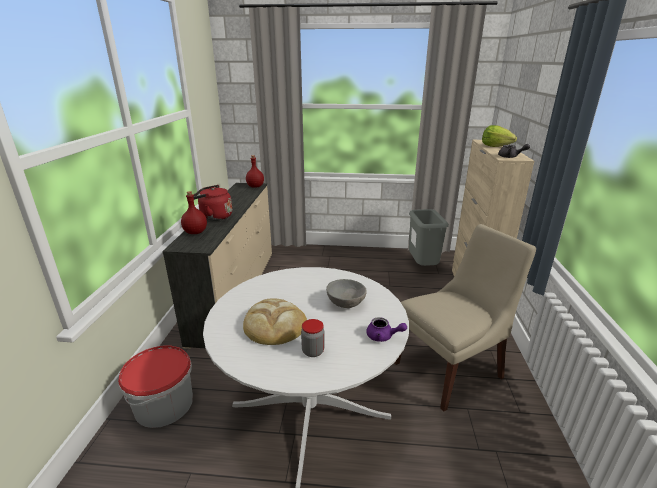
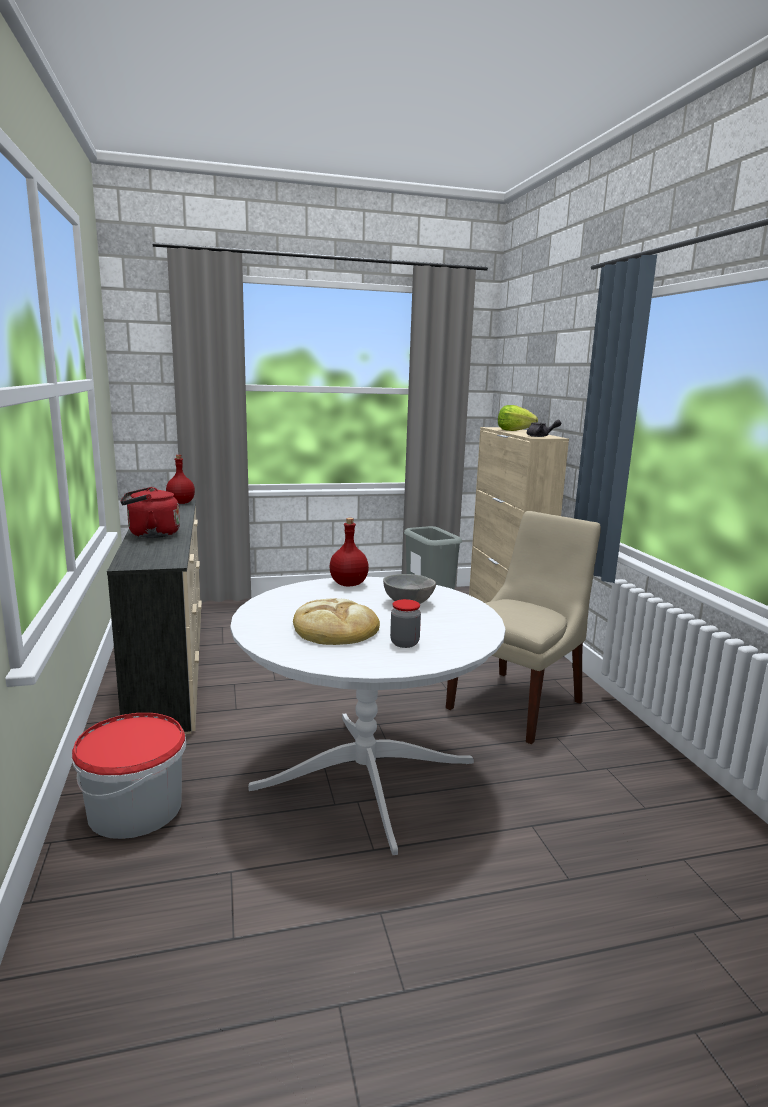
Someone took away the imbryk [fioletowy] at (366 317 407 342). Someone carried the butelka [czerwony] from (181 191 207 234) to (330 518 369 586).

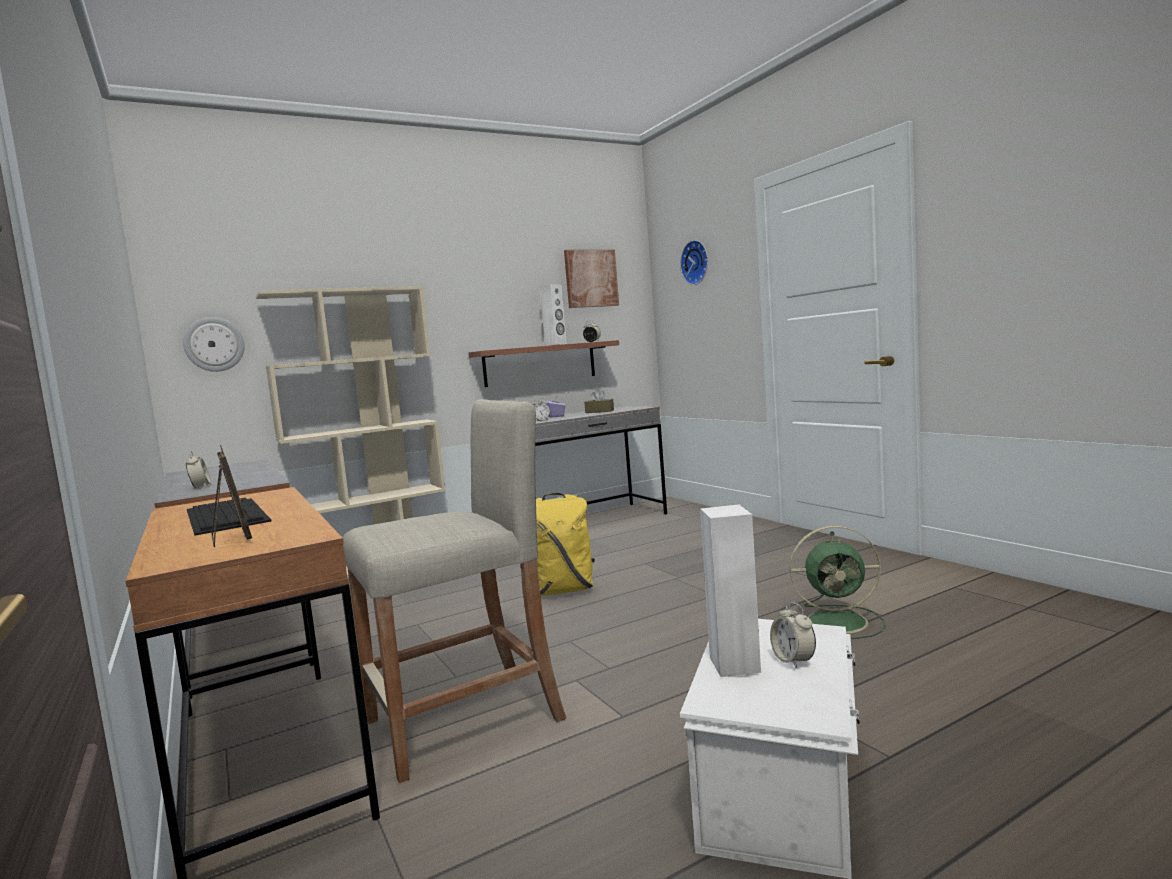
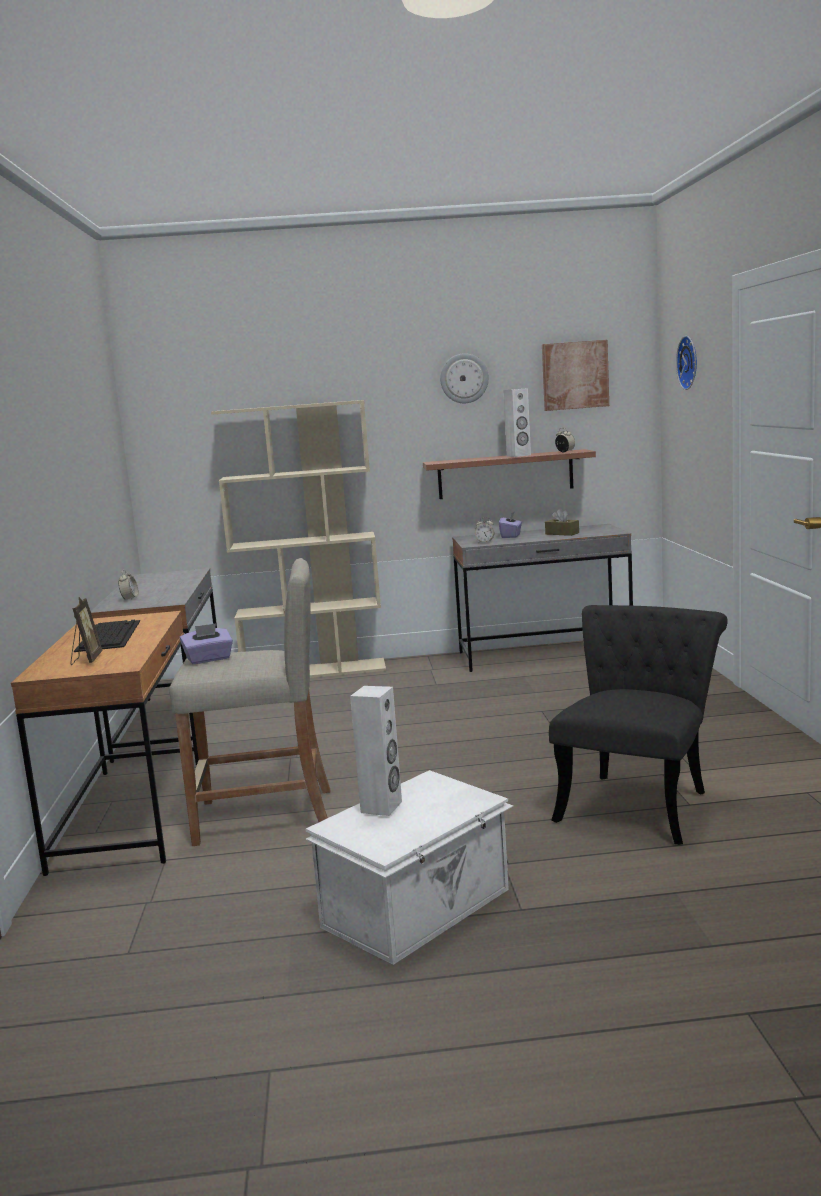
Someone took away the plecak [żółty] at (536 493 595 596). Someone took away the budzik at (770 602 816 668). Someone put down the pudełko chusteczek [fioletowy] at (180 623 233 664). Someone carried the zegar ścienny from (183 317 245 372) to (440 353 489 403). Someone swapped the wentylator [zielony] at (789 526 885 639) for the krzesło [czarny] at (549 605 728 845).

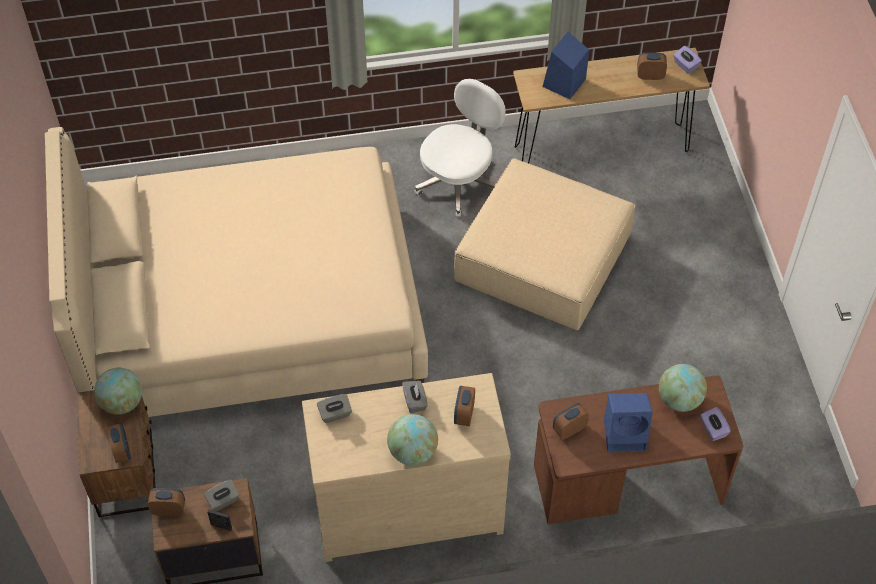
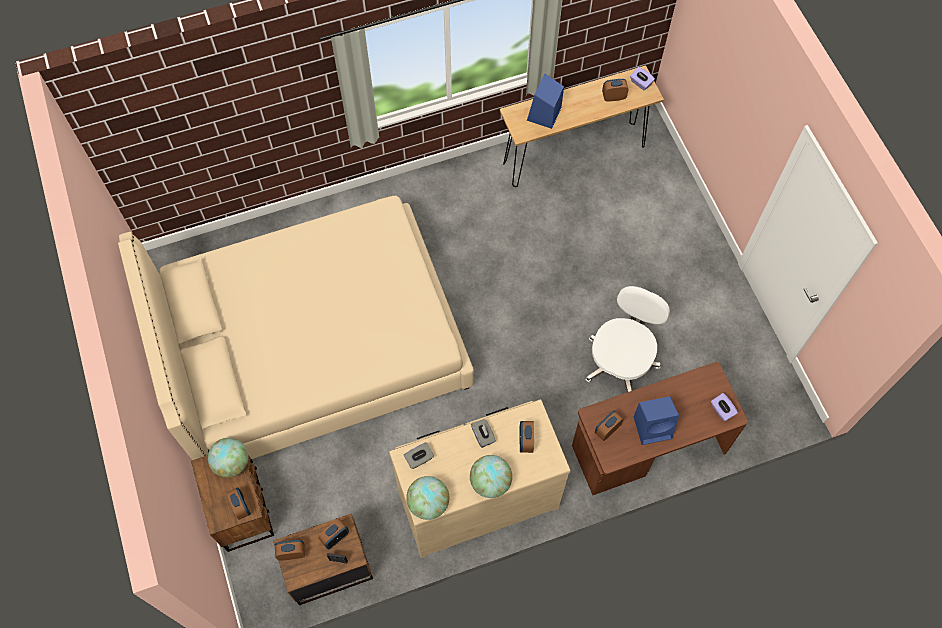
Someone took away the pufa [beżowy] at (454 158 635 330). Someone carried the krzesło biurowe [biały] from (414 79 506 217) to (586 286 670 392). Someone carried the globus from (659 364 707 412) to (406 476 449 520). Someone swapped the pudełko chusteczek [szary] at (204 480 240 511) for the budzik at (318 519 349 549).

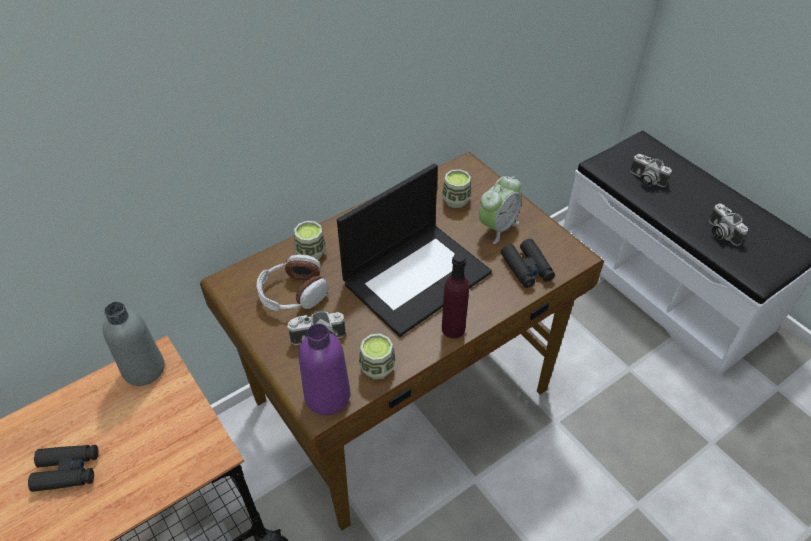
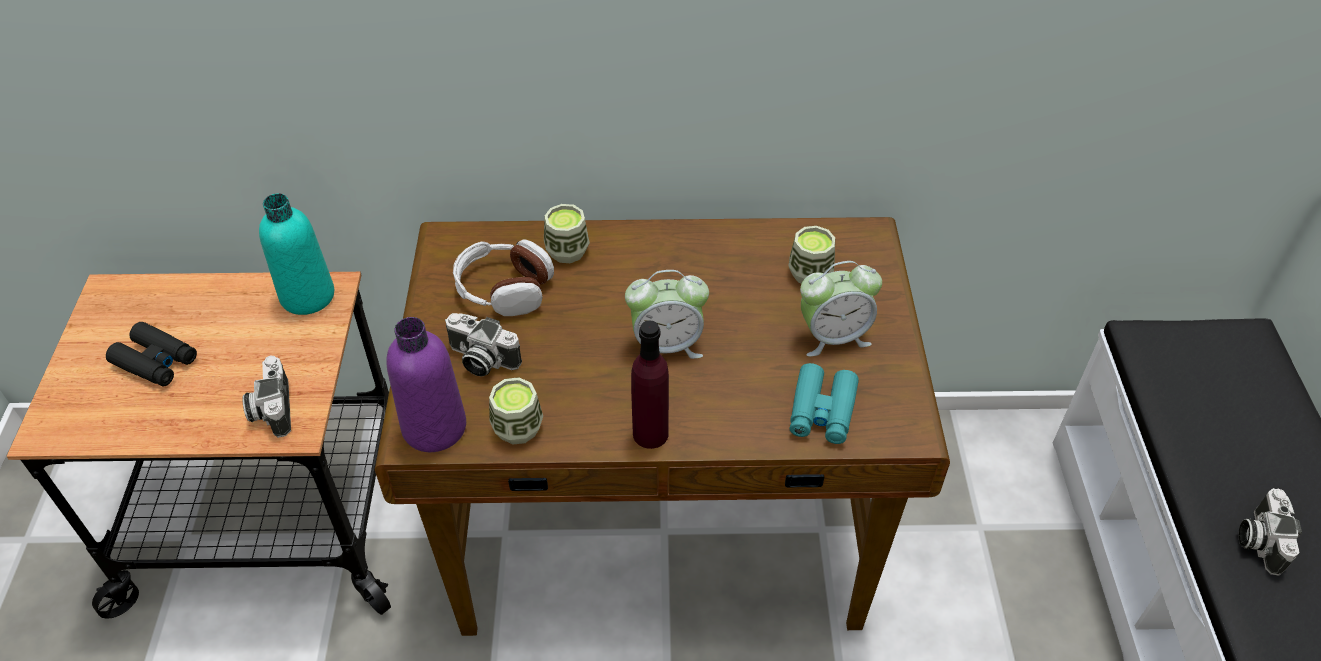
Someone carried the aparat fotograficzny from (630 154 672 187) to (242 356 291 438). Someone swapped the laptop at (337 164 492 337) for the budzik at (625 270 709 359). Someone repainted the butelka [szary] at (103 302 164 386), which became the butelka [turkusowy] at (259 193 334 315). Someone repainted the lornetka [czarny] at (501 239 555 288), which became the lornetka [turkusowy] at (790 363 859 444).

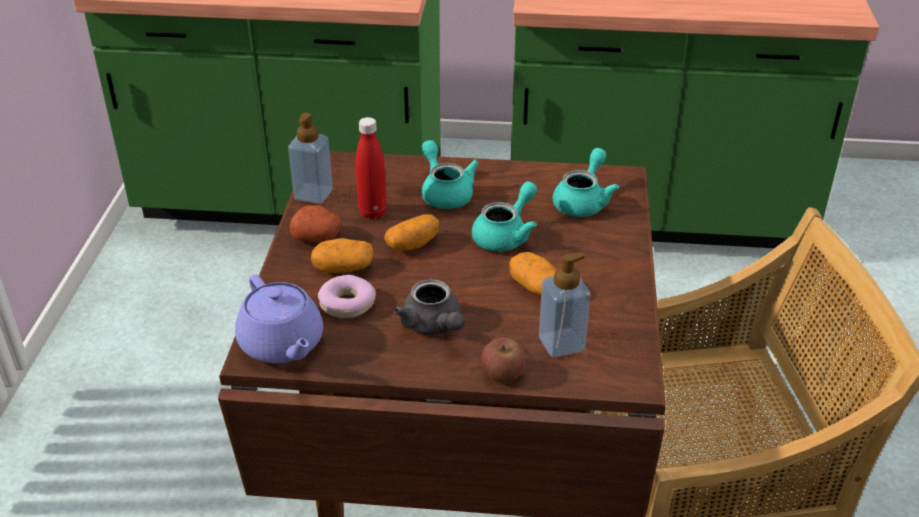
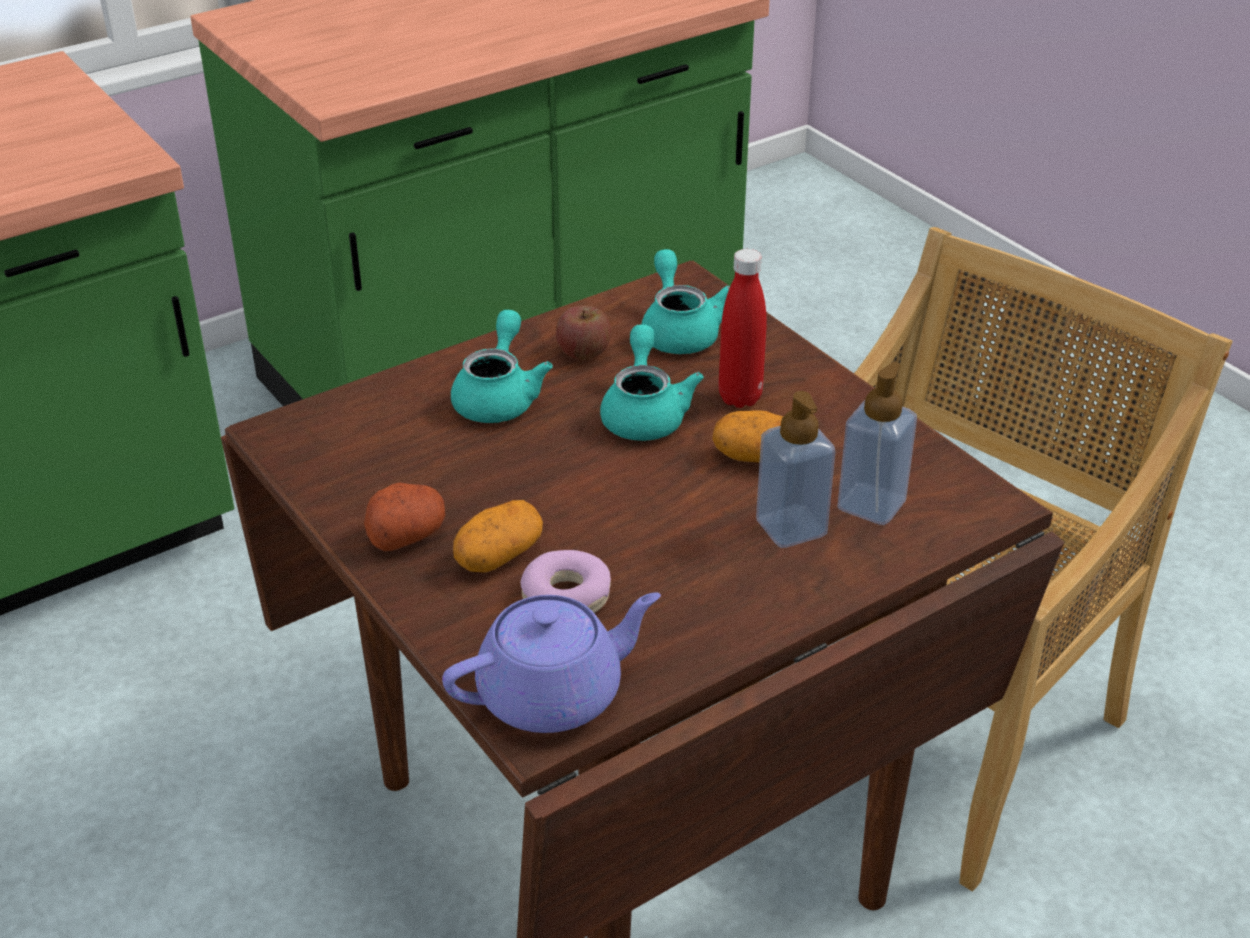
Someone took away the ziemniak at (384 214 439 251). Someone took away the imbryk [szary] at (394 279 465 335). Someone carried the dozownik mydła from (288 113 333 204) to (756 391 835 548). Someone carried the butelka [czerwony] from (356 117 387 219) to (719 249 767 408). Someone carried the jabłko from (481 338 526 382) to (556 305 611 360). Someone rotated the imbryk [fioletowy] at (235 275 323 364) by 45 degrees counterclockwise. Someone rotated the imbryk [turkusowy] at (421 140 479 209) by 75 degrees clockwise.

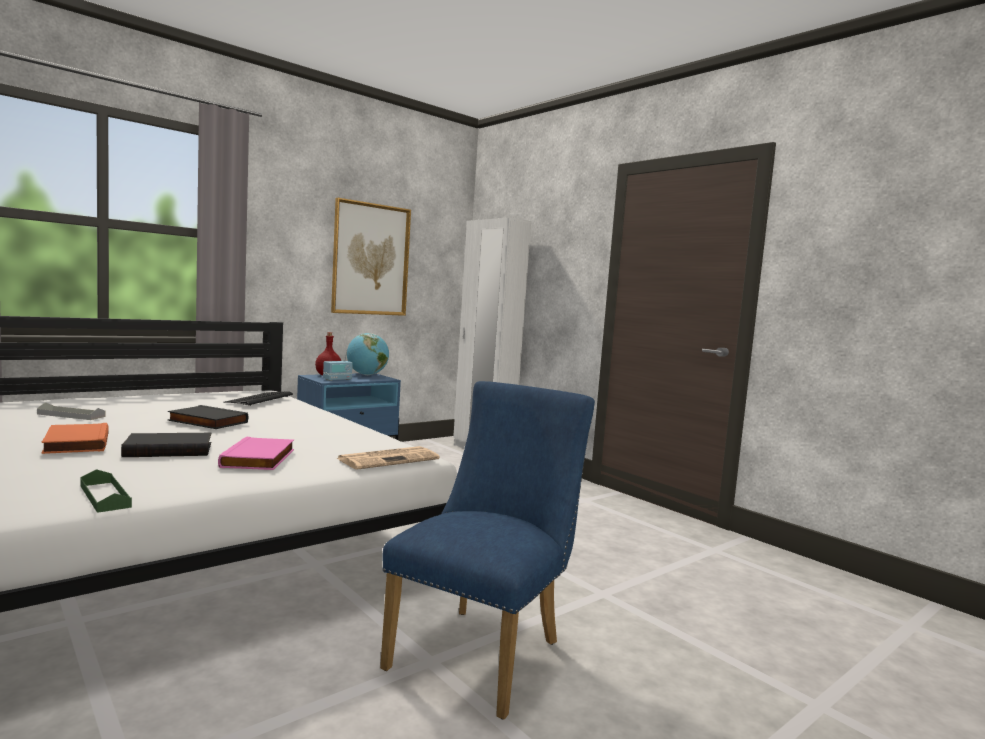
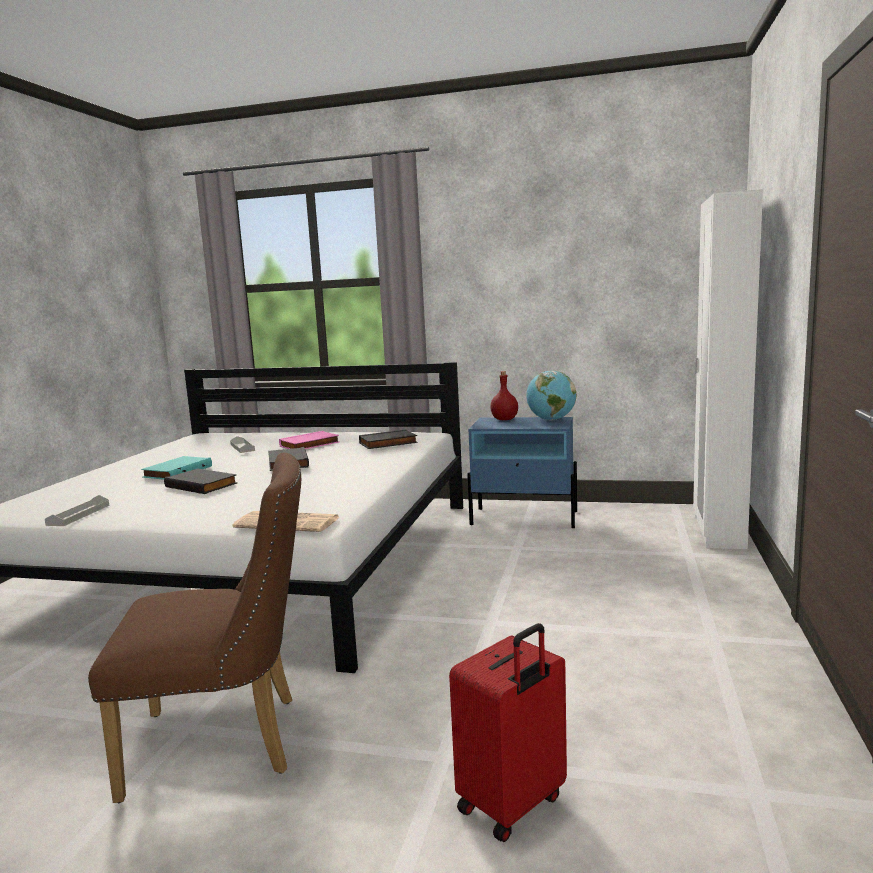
Someone took away the radio at (323 351 353 381). Someone took away the obraz at (331 198 411 316). Someone put down the walizka [czerwony] at (449 623 567 842). Someone carried the książka [różowy] from (218 436 294 470) to (279 431 339 449). Someone swapped the klawiatura at (223 391 293 406) for the książka [czarny] at (359 429 418 449). Someone repainted the książka [pomarańczowy] at (42 423 109 454), which became the książka [turkusowy] at (141 456 212 480). Someone repainted the taca [zielony] at (80 469 132 513), which became the taca [szary] at (45 495 109 526). Someone repainted the krzesło [niebieski] at (380 381 595 720), which became the krzesło [brązowy] at (88 452 301 803).

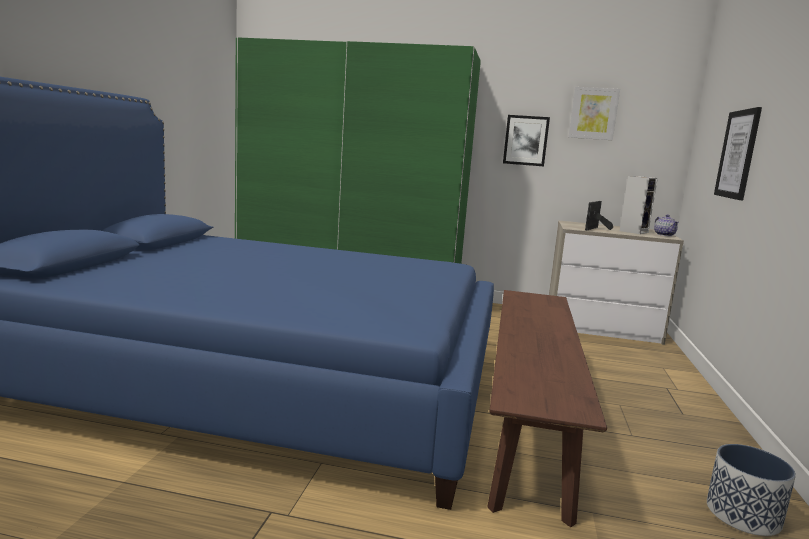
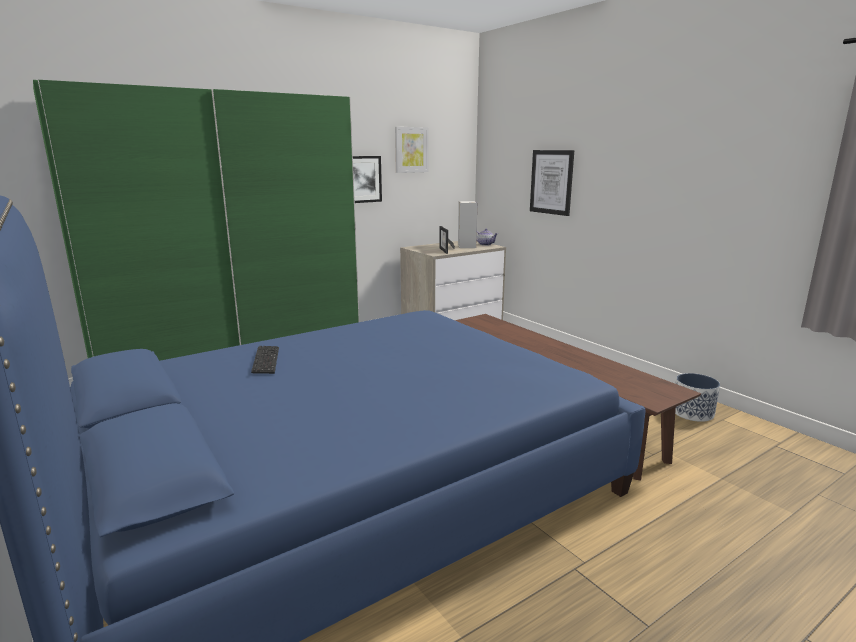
Someone put down the klawiatura at (251 346 279 374).

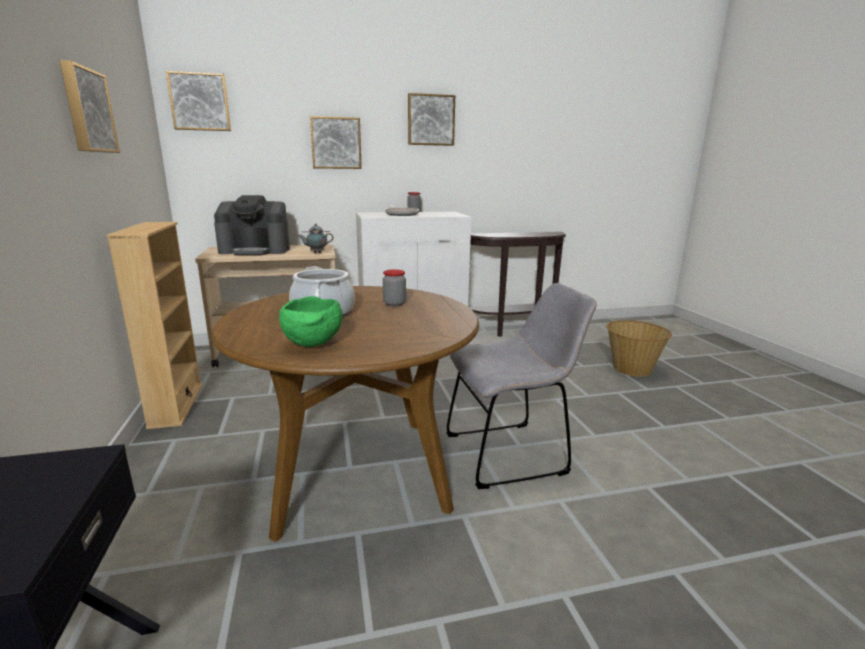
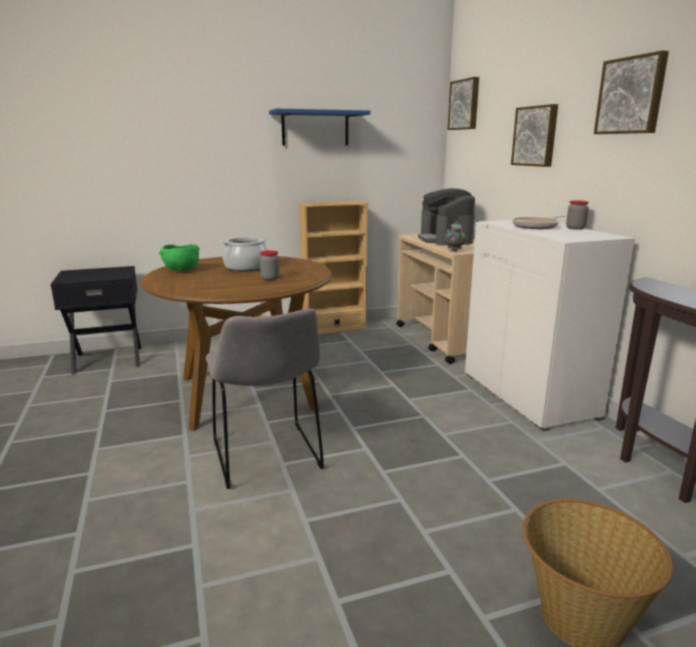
Someone swapped the obraz at (59 60 120 153) for the półka [niebieski] at (269 109 371 146).

